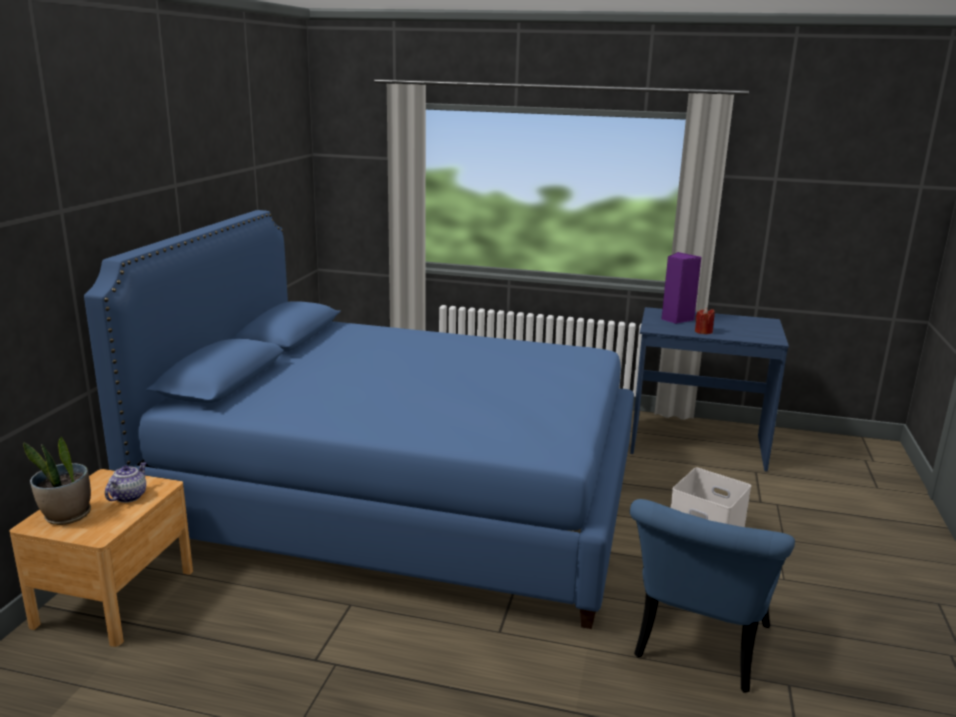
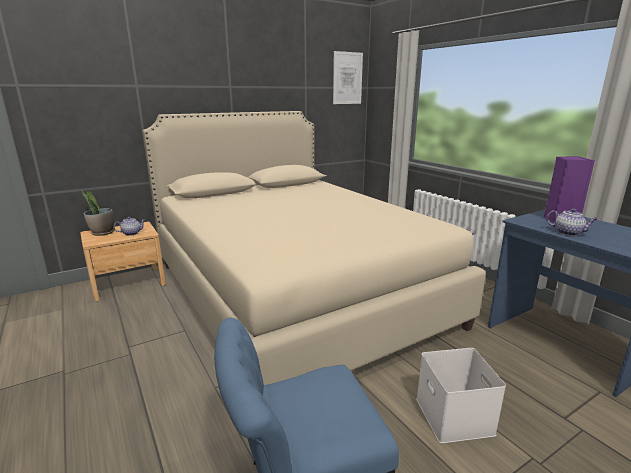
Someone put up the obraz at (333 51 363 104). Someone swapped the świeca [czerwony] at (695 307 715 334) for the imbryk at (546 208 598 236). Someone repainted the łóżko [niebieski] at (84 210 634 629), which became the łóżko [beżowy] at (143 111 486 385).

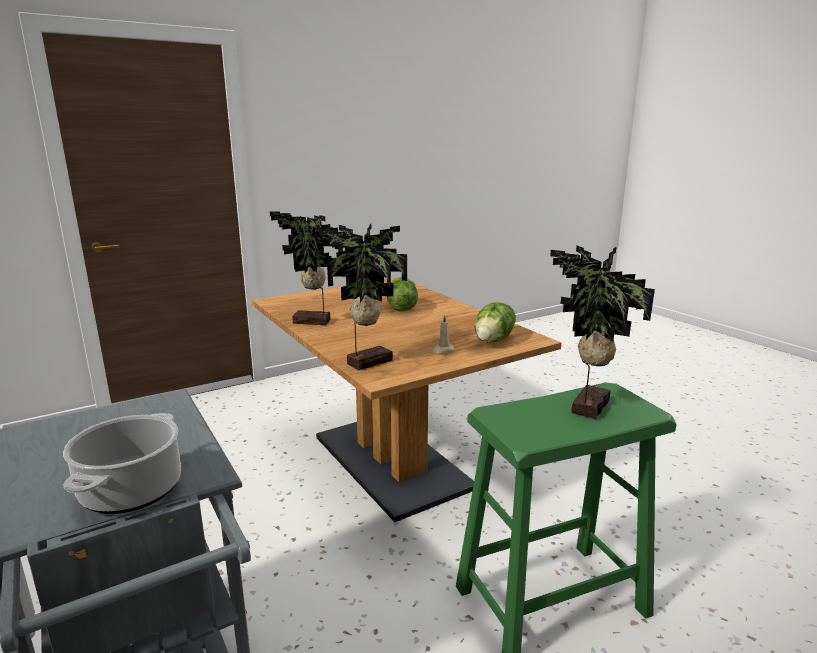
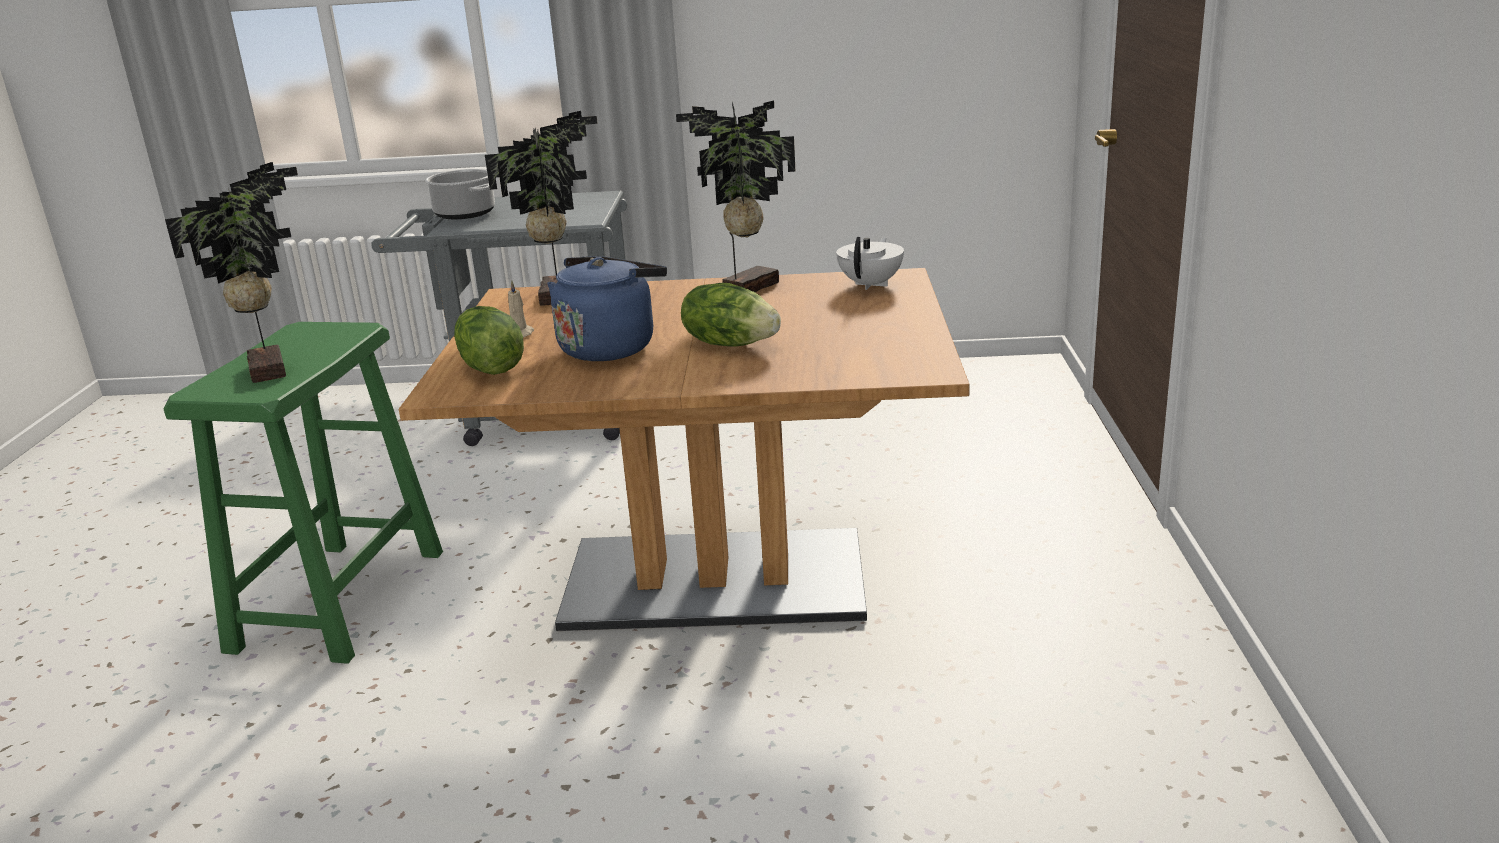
Someone put down the czajnik [niebieski] at (547 256 667 361). Someone put down the imbryk [biały] at (836 237 904 290).

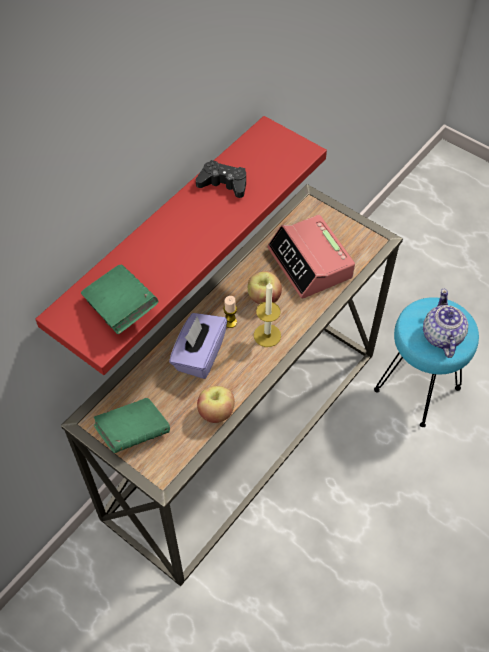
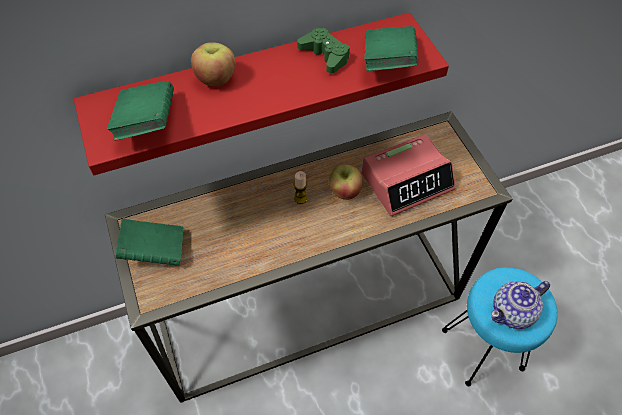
Someone took away the pudełko chusteczek [fioletowy] at (169 313 227 379). Someone took away the świeca at (254 282 281 347). Someone put down the książka [zielony] at (364 26 418 71). Someone carried the jabłko from (197 386 235 423) to (191 42 236 86). Someone repainted the pad do gier [czarny] at (196 160 246 198), which became the pad do gier [zielony] at (297 28 350 73). Someone rotated the budzik at (267 215 355 299) by 120 degrees counterclockwise. Someone rotated the imbryk at (423 289 468 358) by 150 degrees counterclockwise.

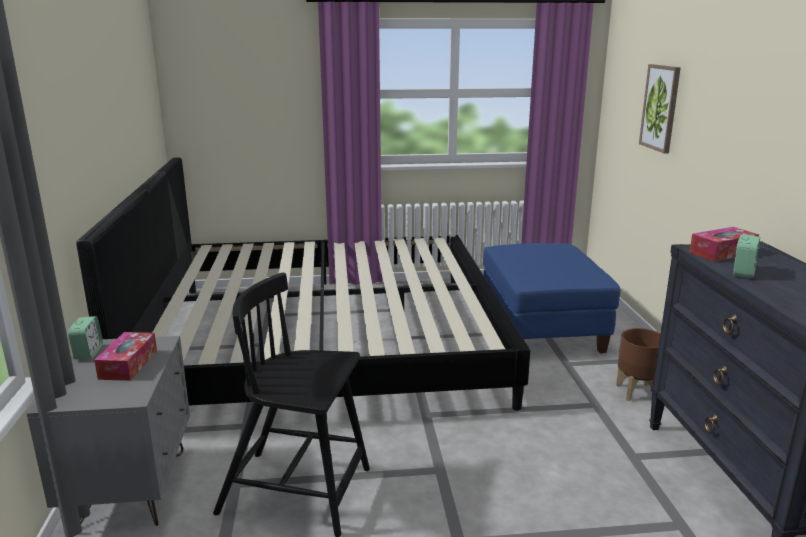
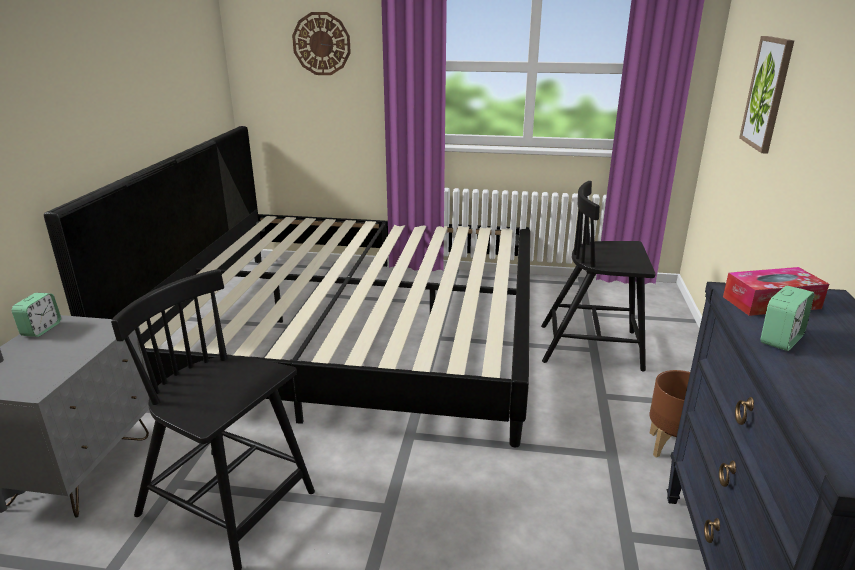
Someone took away the pudełko chusteczek at (94 332 157 381). Someone put up the zegar ścienny at (292 12 351 75). Someone swapped the pufa [niebieski] at (483 243 621 353) for the krzesło [czarny] at (541 181 656 372).

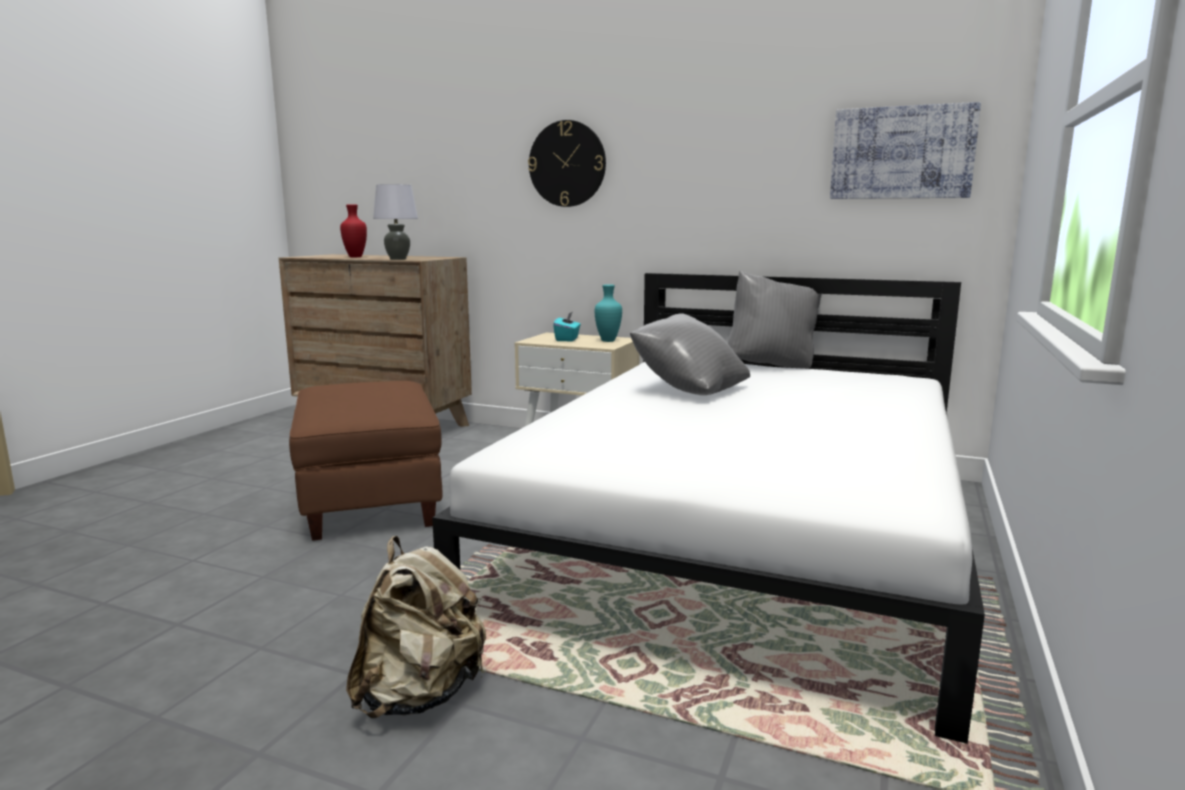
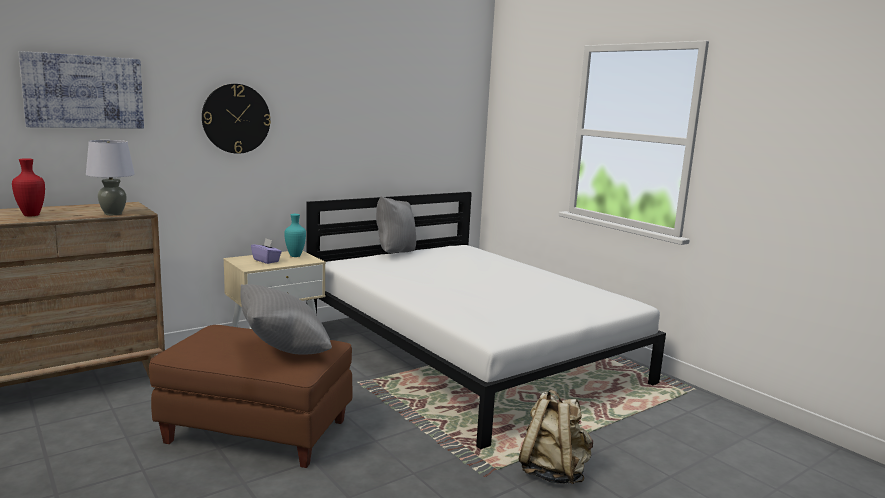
Someone carried the poduszka [szary] from (630 313 750 396) to (240 284 332 355). Someone carried the obraz from (830 102 981 199) to (19 51 144 129). Someone repainted the pudełko chusteczek [turkusowy] at (553 312 581 341), which became the pudełko chusteczek [fioletowy] at (251 238 282 264).

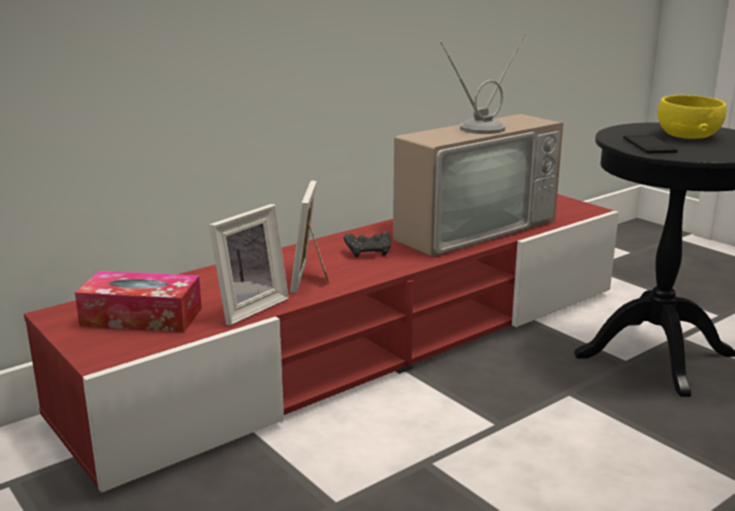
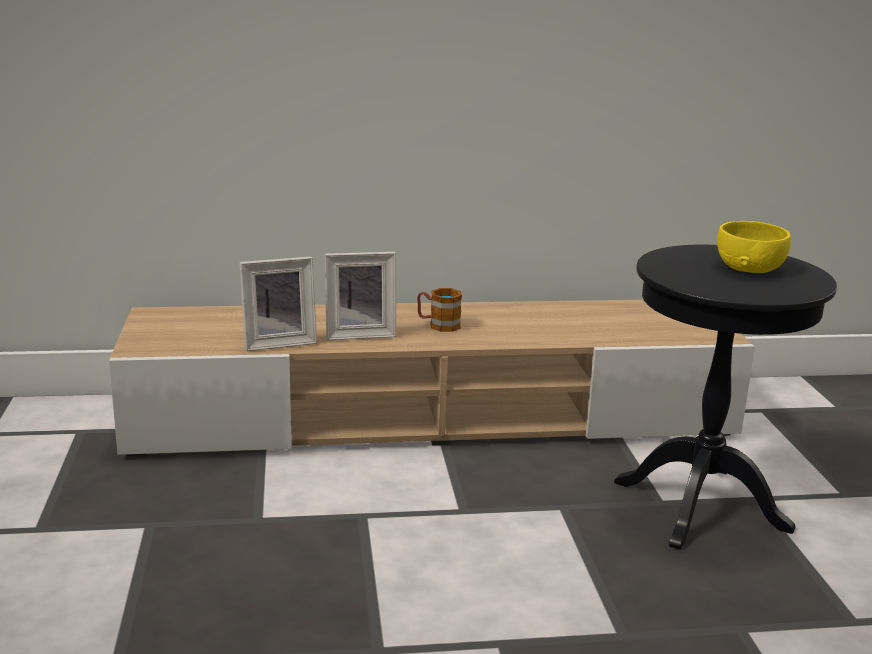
Someone took away the pudełko chusteczek at (75 271 202 332). Someone took away the telewizor at (393 33 563 257). Someone took away the telefon at (623 135 678 153). Someone swapped the pad do gier [czarny] at (344 231 391 257) for the kubek at (417 288 462 332). Someone repainted the szafka pod telewizor [czerwony] at (24 194 619 493), which became the szafka pod telewizor [beżowy] at (109 300 755 456). Someone rotated the ramka na zdjęcie at (290 180 329 293) by 135 degrees counterclockwise.

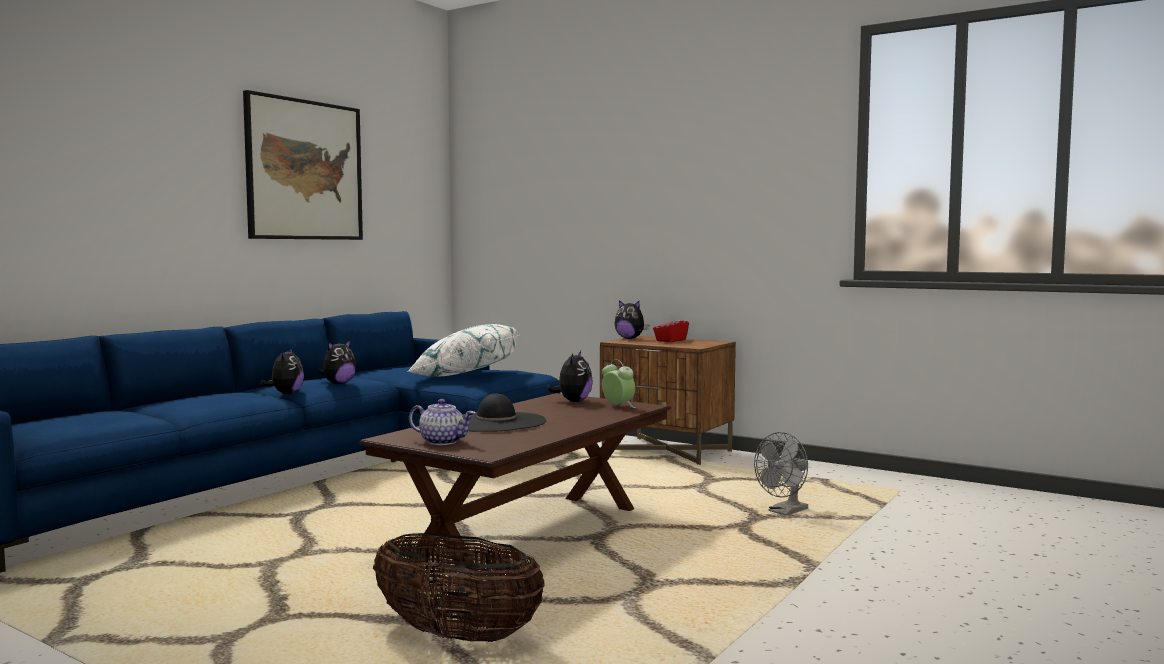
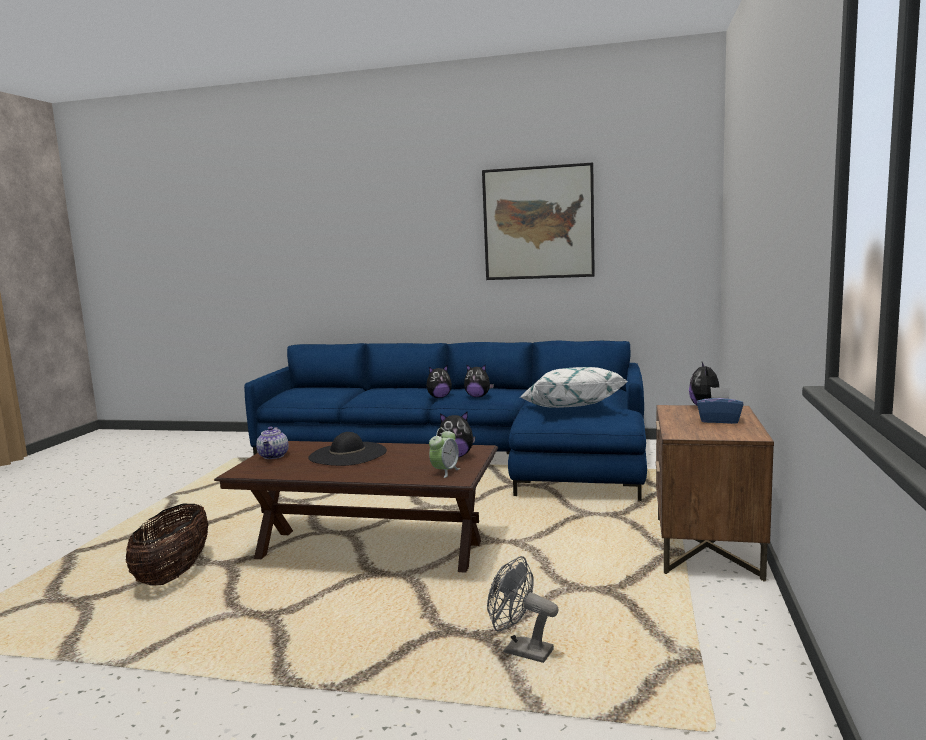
Someone repainted the pudełko chusteczek [czerwony] at (653 313 689 342), which became the pudełko chusteczek [niebieski] at (697 387 743 424).

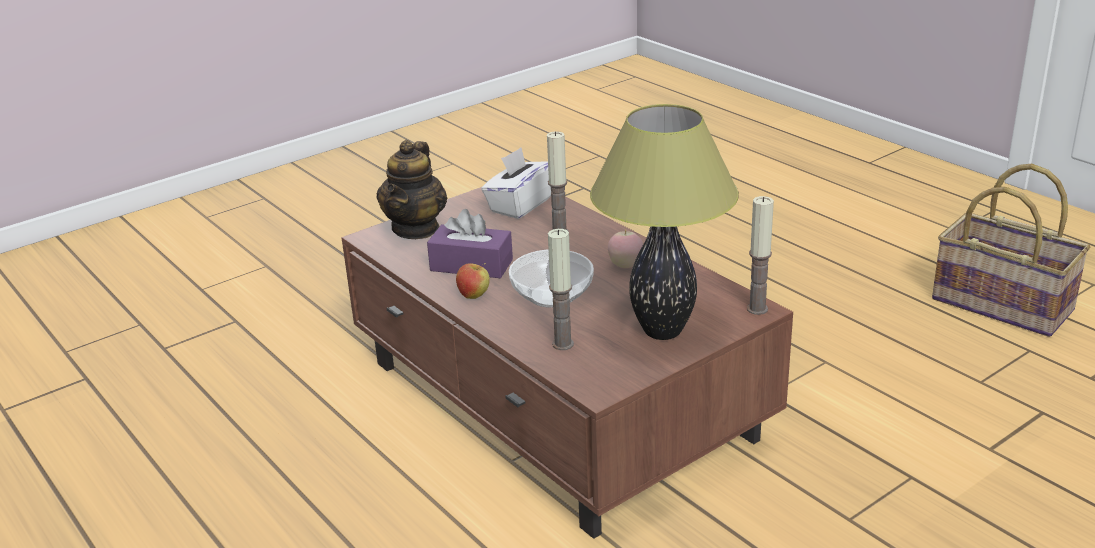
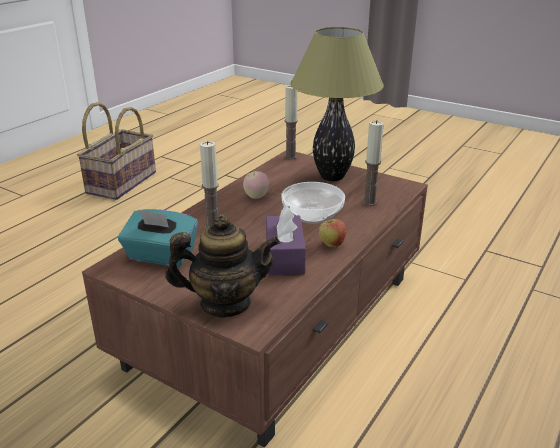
Someone repainted the pudełko chusteczek [biały] at (481 148 551 219), which became the pudełko chusteczek [turkusowy] at (118 209 198 267).

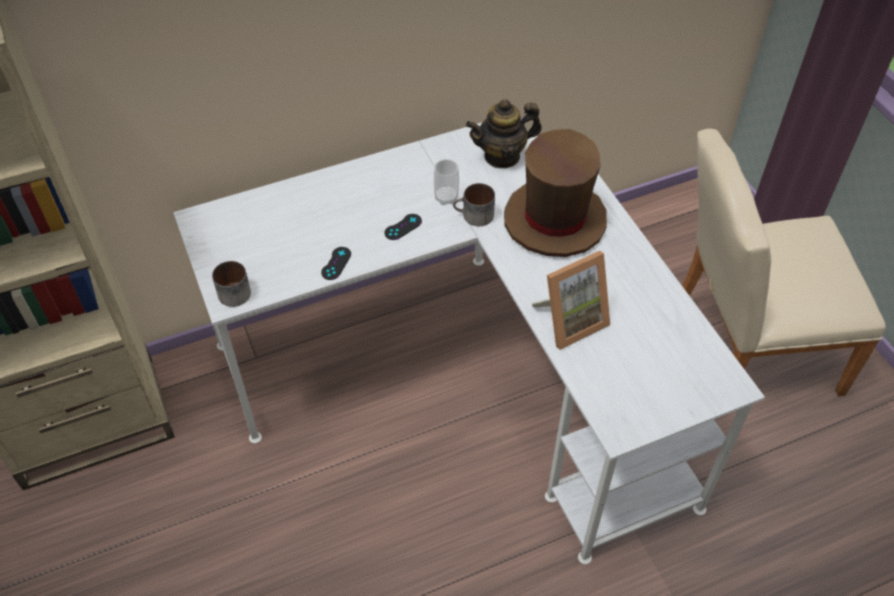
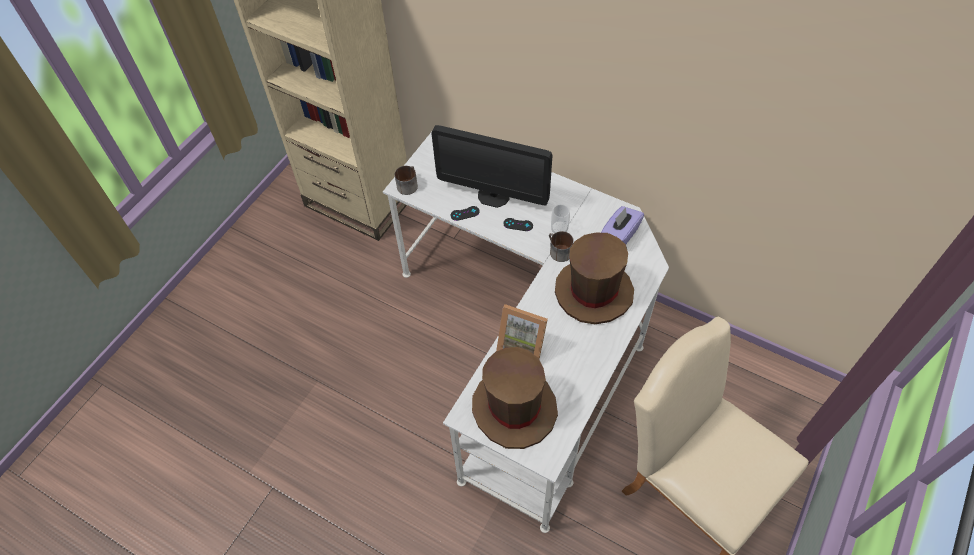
Someone put down the monitor at (431 125 552 208). Someone put down the kapelusz [brązowy] at (472 347 558 449). Someone swapped the imbryk at (466 99 542 168) for the pudełko chusteczek [fioletowy] at (601 206 644 244).

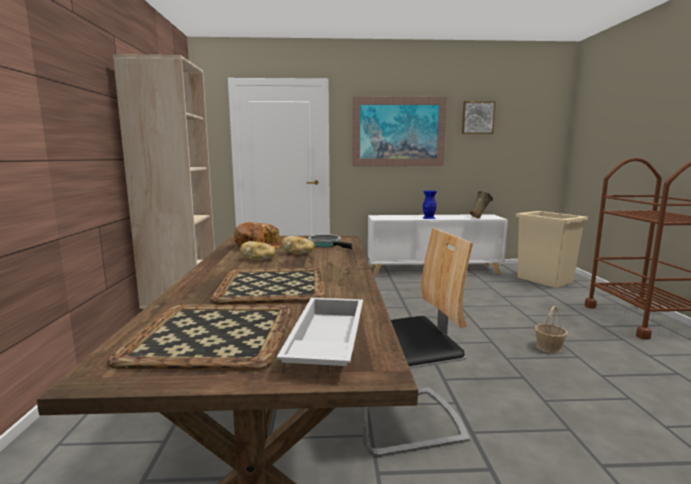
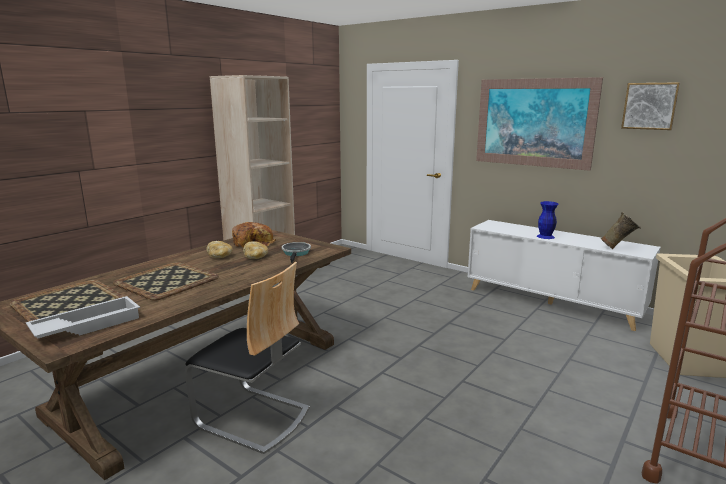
Someone took away the koszyk at (535 306 568 353).

